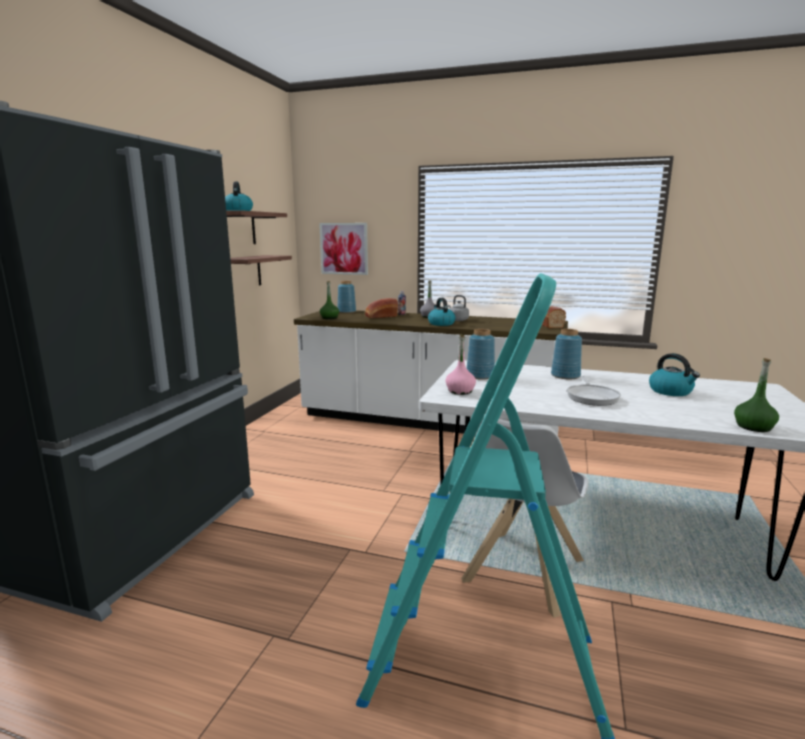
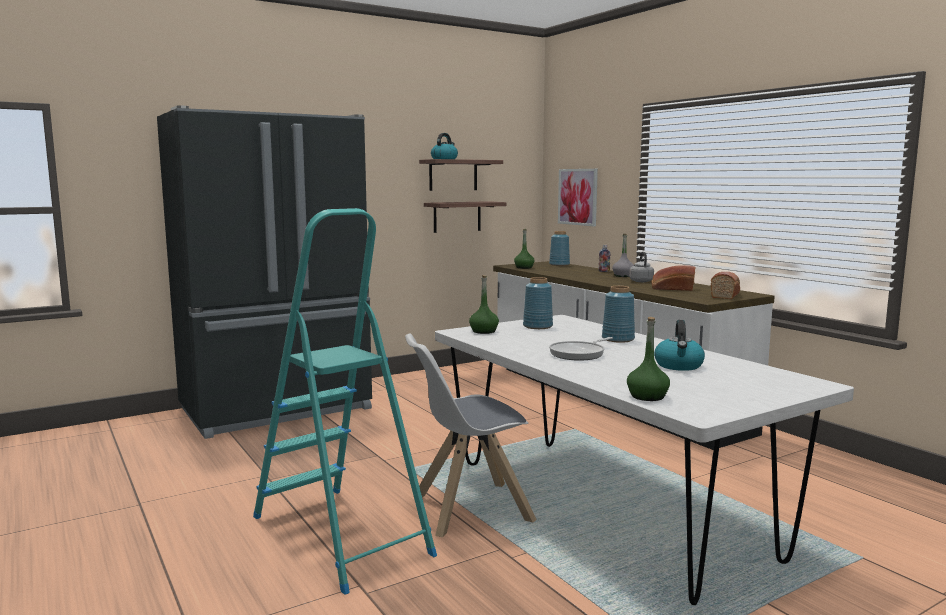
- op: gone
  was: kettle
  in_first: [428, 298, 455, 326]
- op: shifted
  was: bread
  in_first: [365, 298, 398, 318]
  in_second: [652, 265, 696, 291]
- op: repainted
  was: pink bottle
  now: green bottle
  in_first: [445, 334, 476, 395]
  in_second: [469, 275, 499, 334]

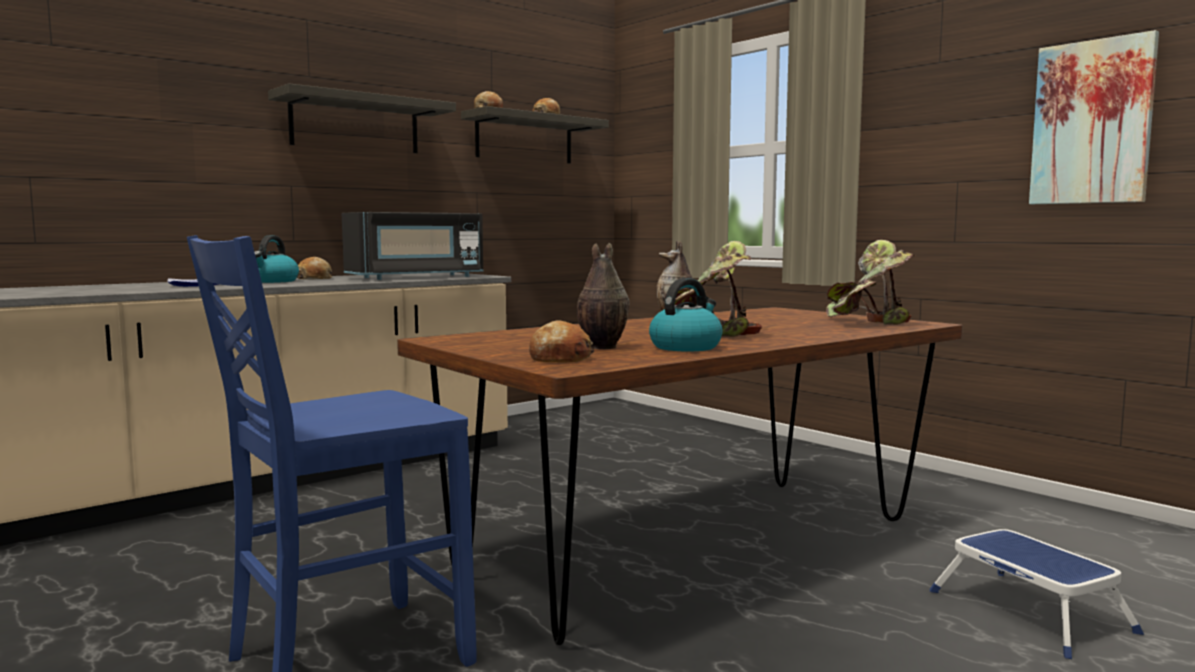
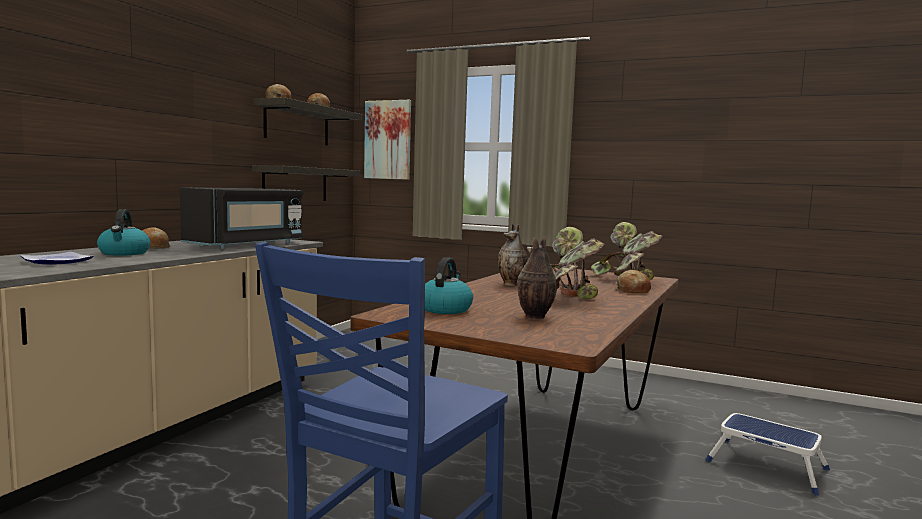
- op: shifted
  was: shelf
  in_first: [268, 83, 456, 153]
  in_second: [252, 165, 360, 201]
- op: shifted
  was: bread
  in_first: [529, 320, 594, 362]
  in_second: [615, 270, 651, 293]
- op: shifted
  was: kettle
  in_first: [649, 278, 722, 351]
  in_second: [425, 257, 473, 314]
- op: shifted
  was: picture
  in_first: [1029, 30, 1159, 204]
  in_second: [364, 100, 411, 180]

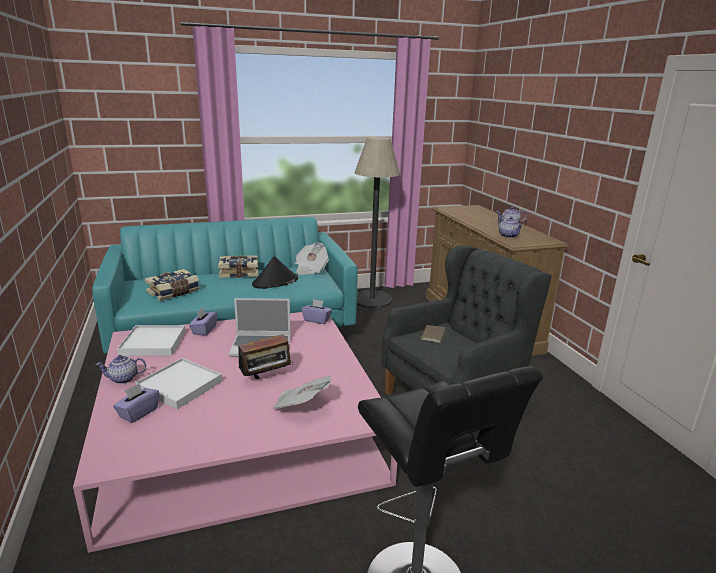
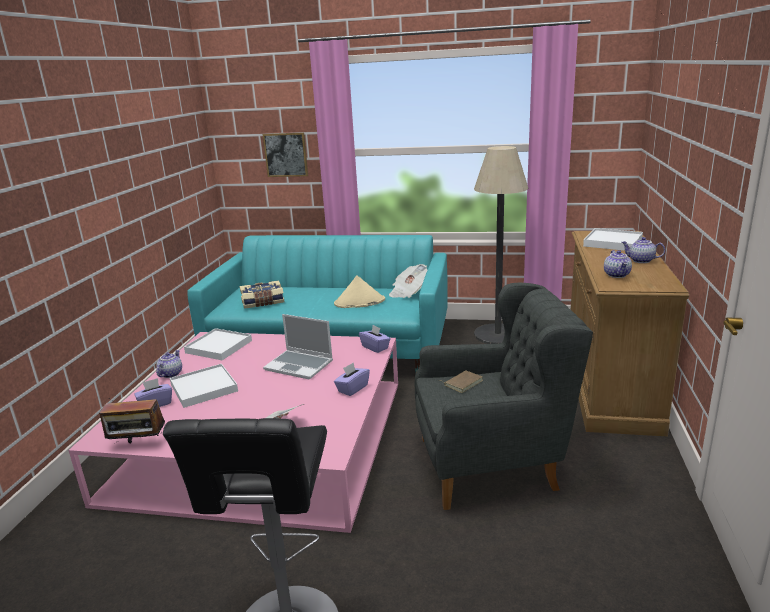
- op: gone
  was: book
  in_first: [218, 255, 258, 278]
- op: new
  now: picture
  in_second: [263, 132, 308, 177]
- op: new
  now: white tray
  in_second: [583, 228, 643, 251]
- op: shifted
  was: purple tissue box
  in_first: [189, 308, 218, 336]
  in_second: [334, 363, 370, 396]
- op: shifted
  was: radio
  in_first: [238, 334, 293, 379]
  in_second: [99, 399, 165, 443]
- op: repainted
  was: black hat
  now: beige hat
  in_first: [252, 256, 298, 289]
  in_second: [334, 275, 385, 308]
- op: rotated
  was: teapot
  in_first: [96, 355, 146, 384]
  in_second: [156, 350, 182, 378]
  clockwise: 90

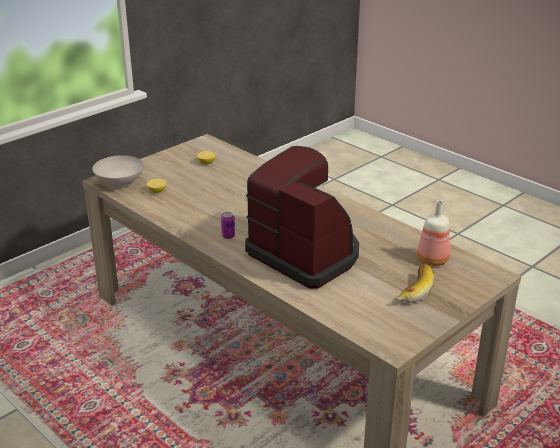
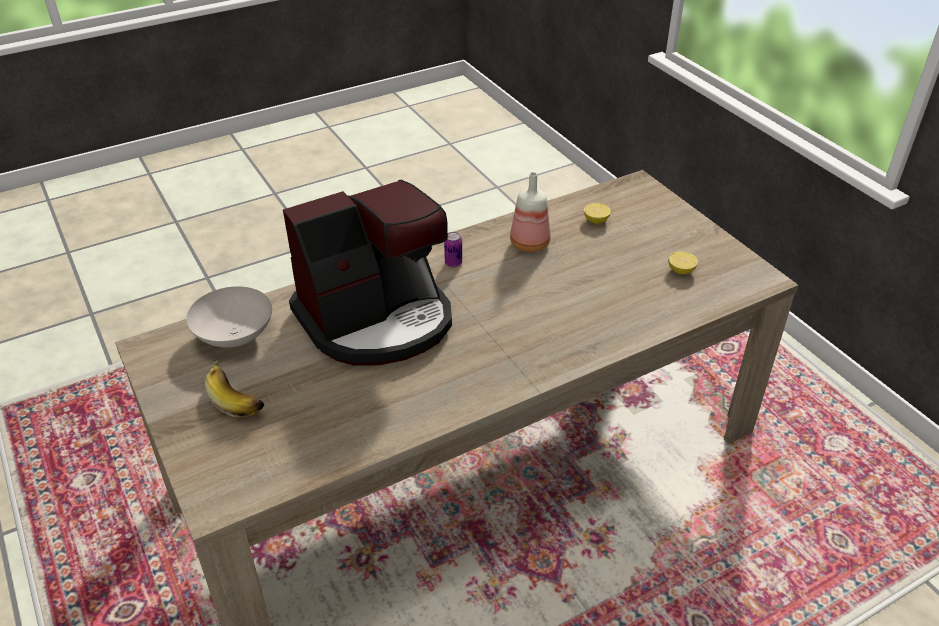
- op: shifted
  was: white bowl
  in_first: [92, 155, 144, 187]
  in_second: [186, 286, 272, 348]
- op: shifted
  was: bottle
  in_first: [417, 200, 450, 266]
  in_second: [510, 172, 550, 252]

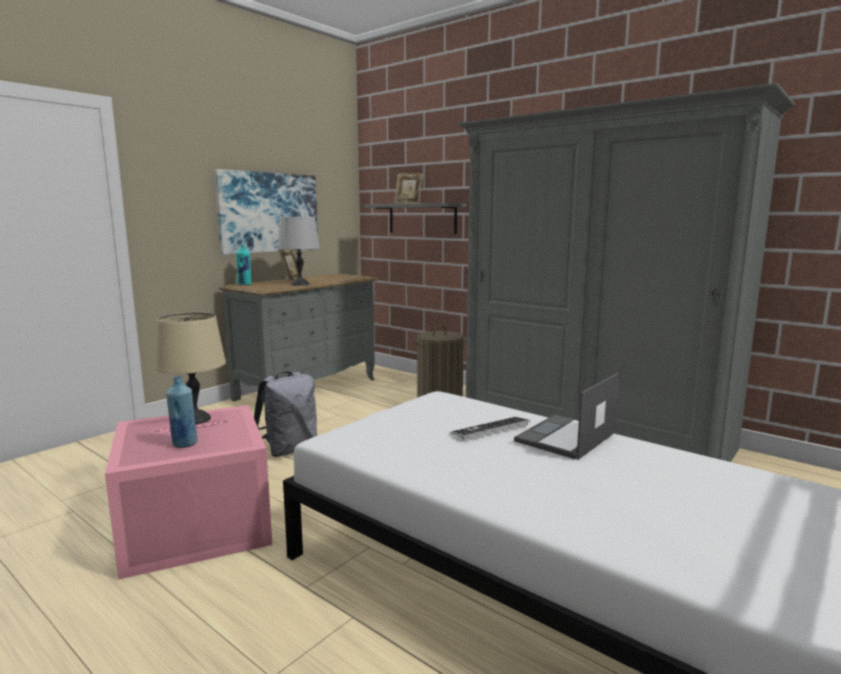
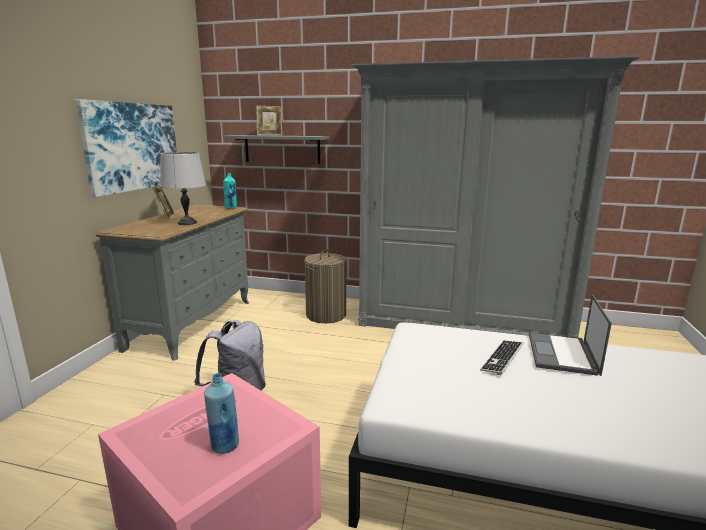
- op: gone
  was: beige table lamp
  in_first: [155, 312, 226, 425]
- op: shifted
  was: turquoise bottle
  in_first: [236, 244, 251, 285]
  in_second: [223, 173, 237, 209]

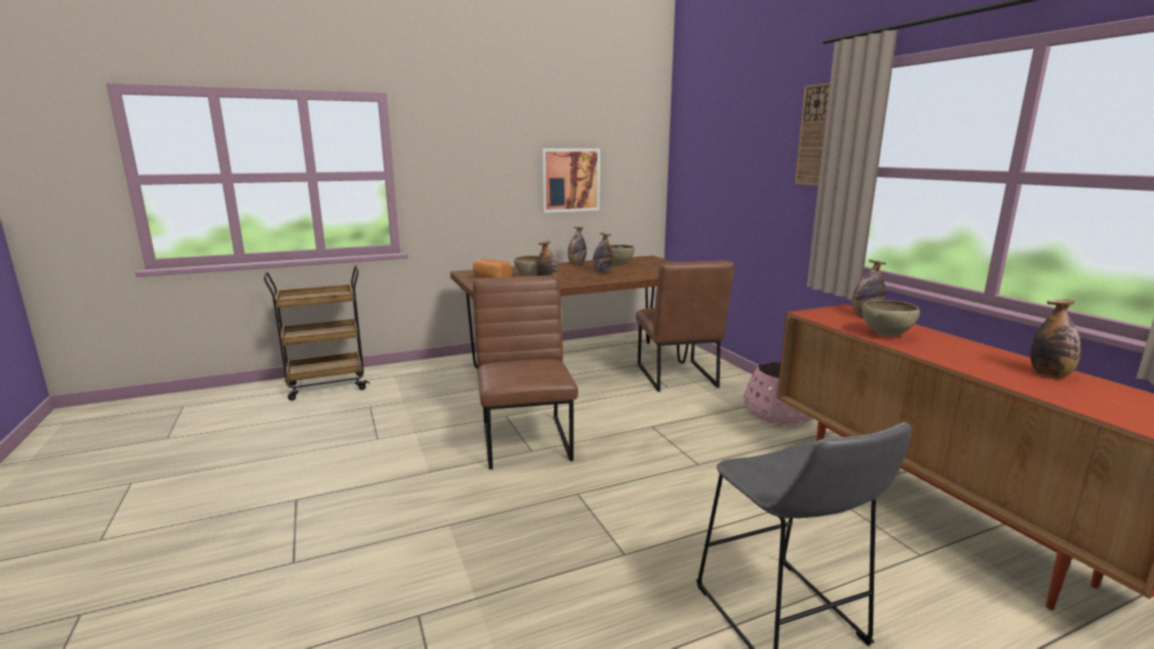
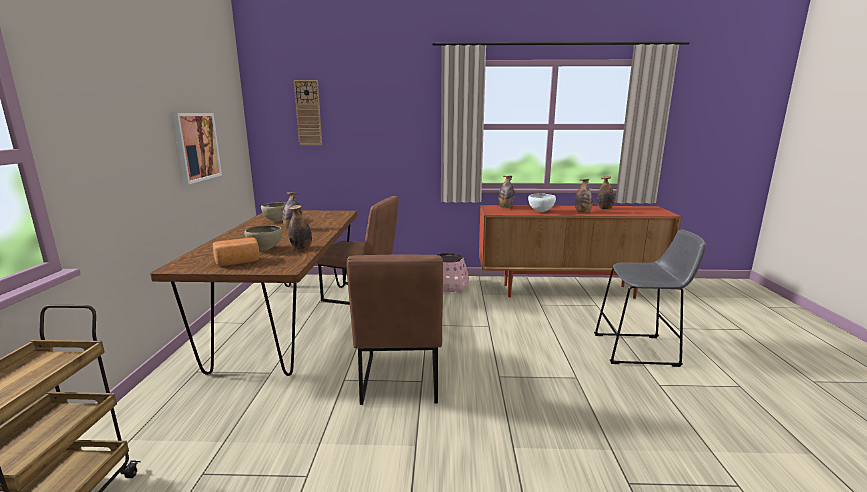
- op: shifted
  was: bottle
  in_first: [568, 227, 587, 264]
  in_second: [575, 179, 593, 213]
- op: shifted
  was: wall clock
  in_first: [795, 83, 830, 186]
  in_second: [294, 80, 322, 145]
- op: repainted
  was: brown bowl
  now: white bowl
  in_first: [862, 300, 920, 336]
  in_second: [528, 193, 556, 212]
- op: rotated
  was: brown chair
  in_first: [473, 275, 578, 469]
  in_second: [346, 255, 443, 405]
  clockwise: -105

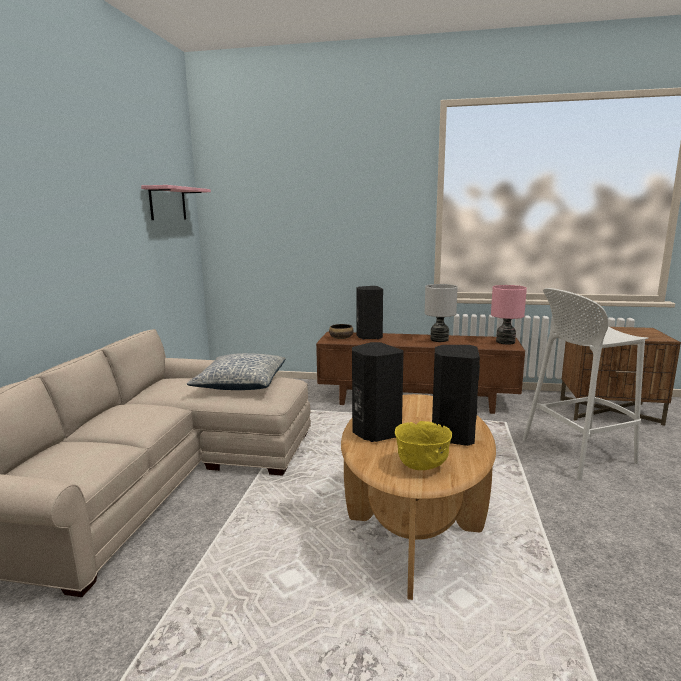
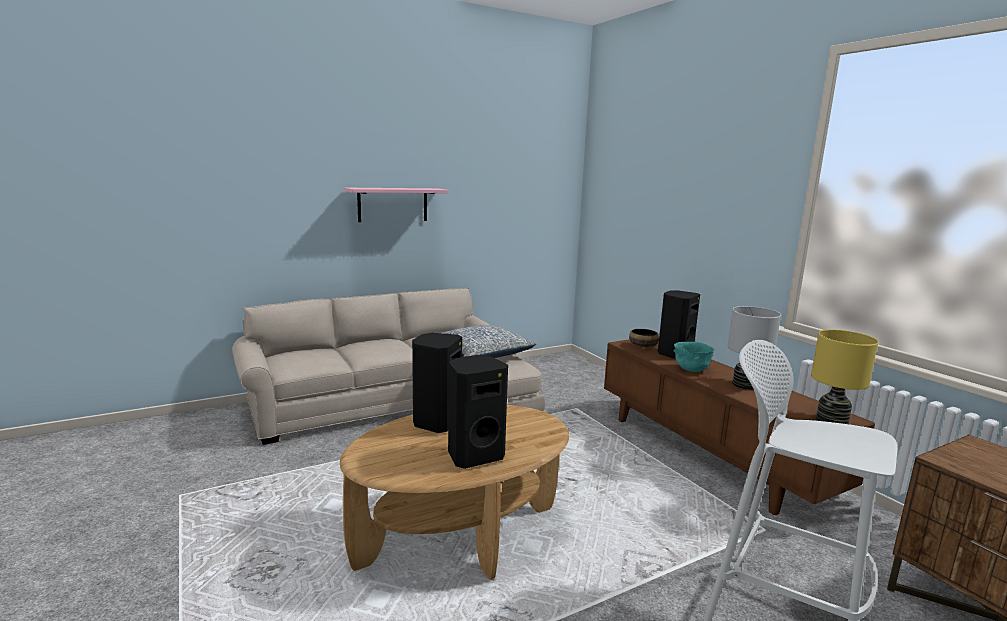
- op: gone
  was: yellow bowl
  in_first: [395, 421, 452, 470]
- op: new
  now: turquoise bowl
  in_second: [674, 342, 714, 372]
- op: shifted
  was: pink shelf
  in_first: [141, 185, 211, 220]
  in_second: [344, 188, 449, 222]
- op: repainted
  was: pink table lamp
  now: yellow table lamp
  in_first: [491, 285, 527, 344]
  in_second: [811, 329, 879, 424]

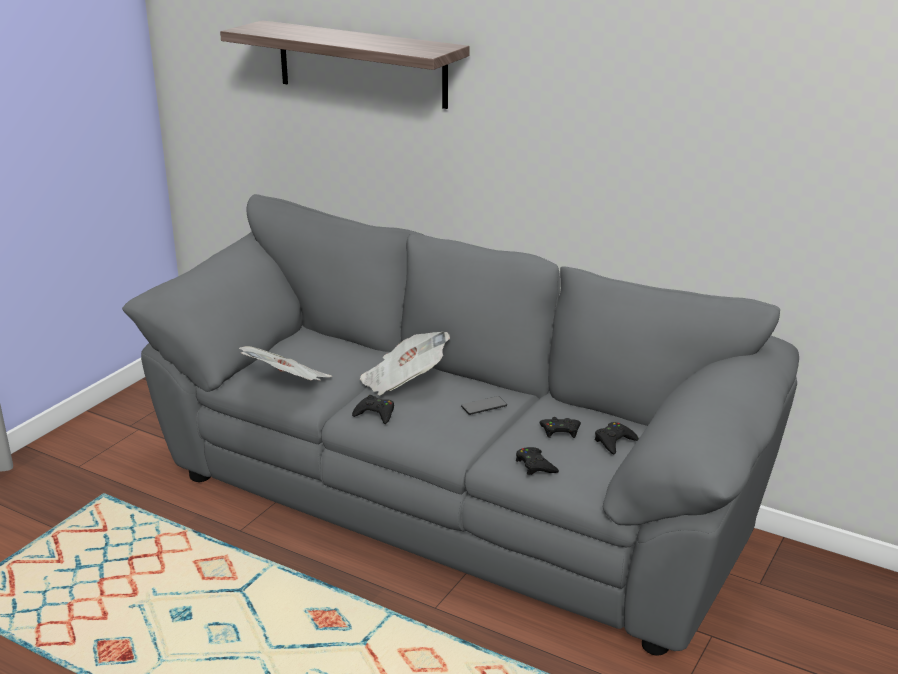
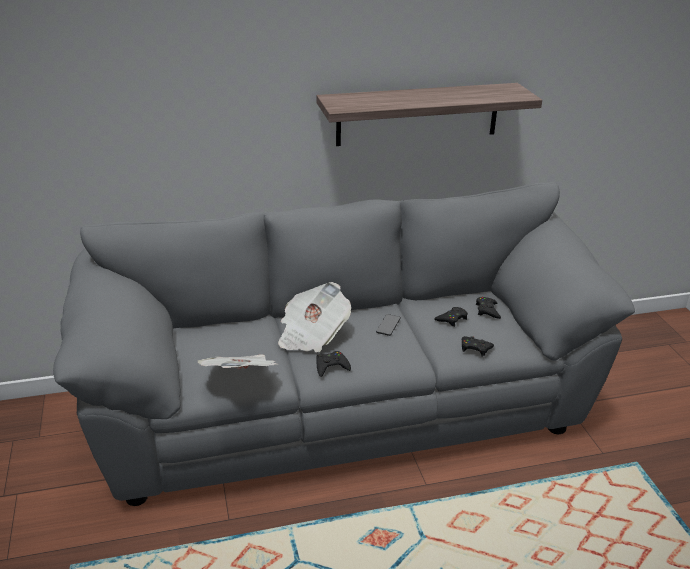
- op: shifted
  was: shelf
  in_first: [220, 20, 469, 109]
  in_second: [316, 83, 542, 146]

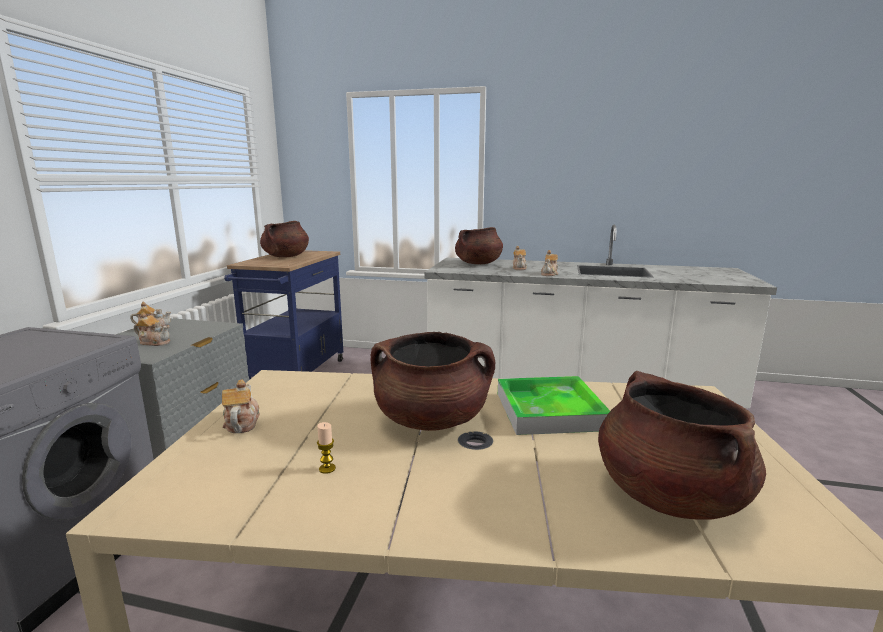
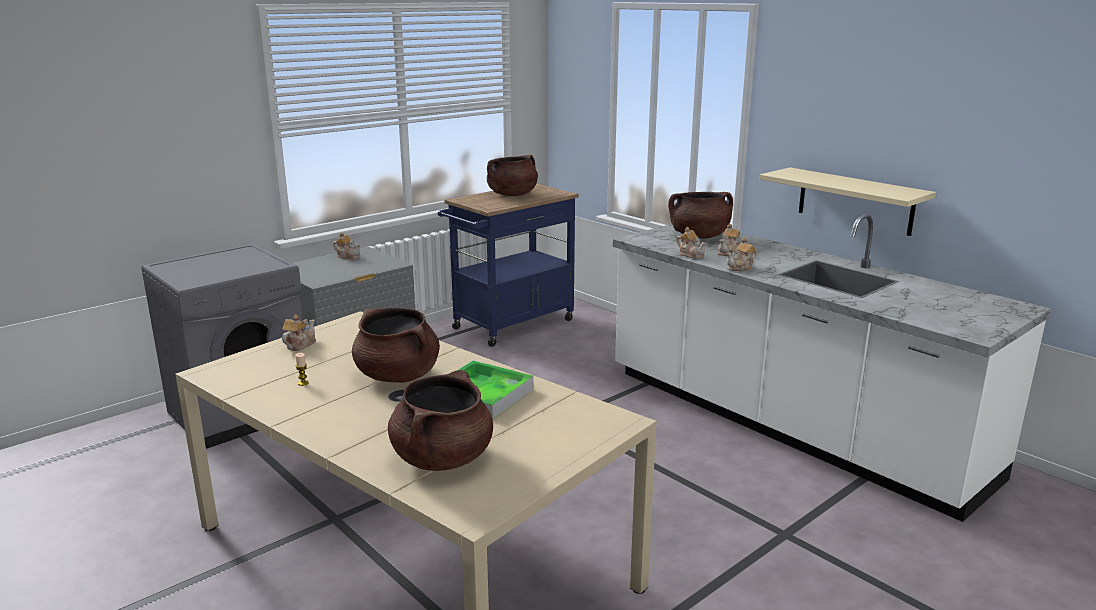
- op: new
  now: beige shelf
  in_second: [759, 167, 936, 236]
- op: shifted
  was: teapot
  in_first: [134, 312, 170, 346]
  in_second: [676, 227, 706, 259]

